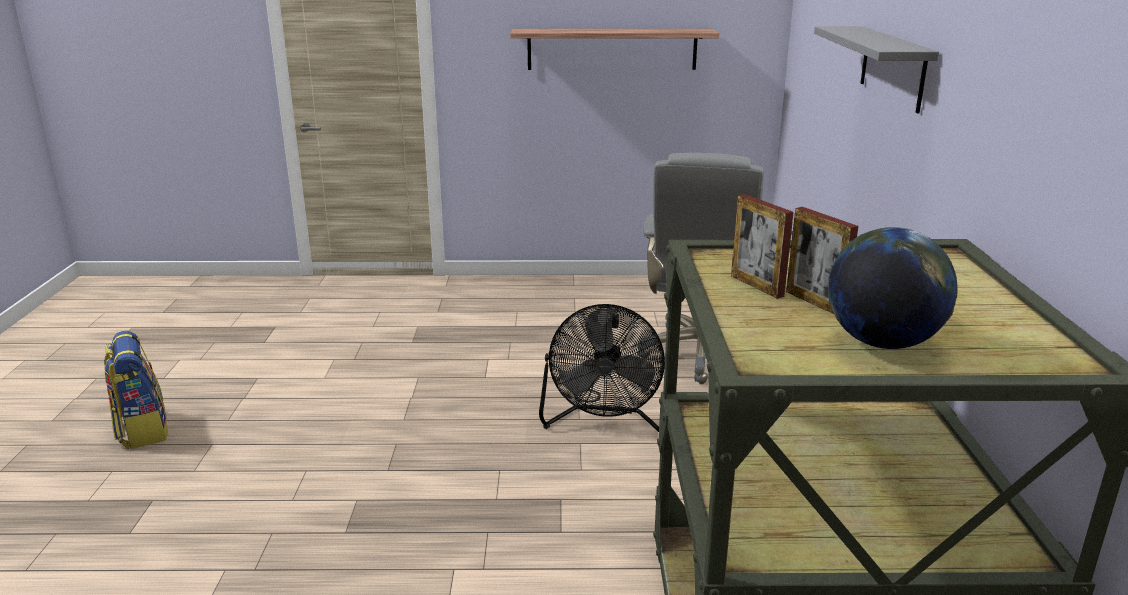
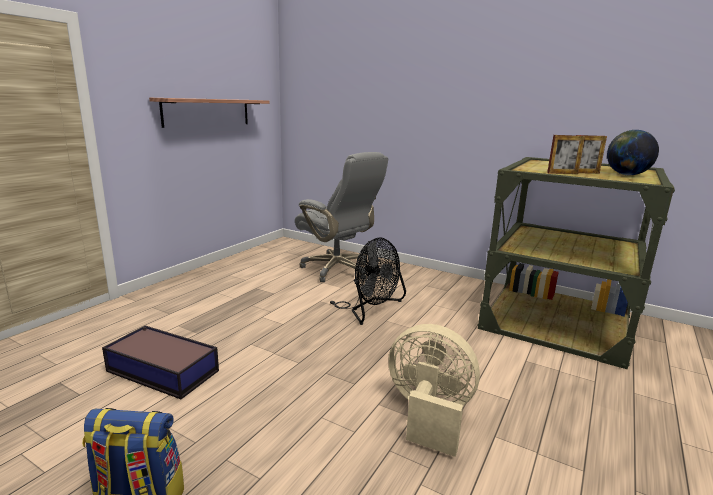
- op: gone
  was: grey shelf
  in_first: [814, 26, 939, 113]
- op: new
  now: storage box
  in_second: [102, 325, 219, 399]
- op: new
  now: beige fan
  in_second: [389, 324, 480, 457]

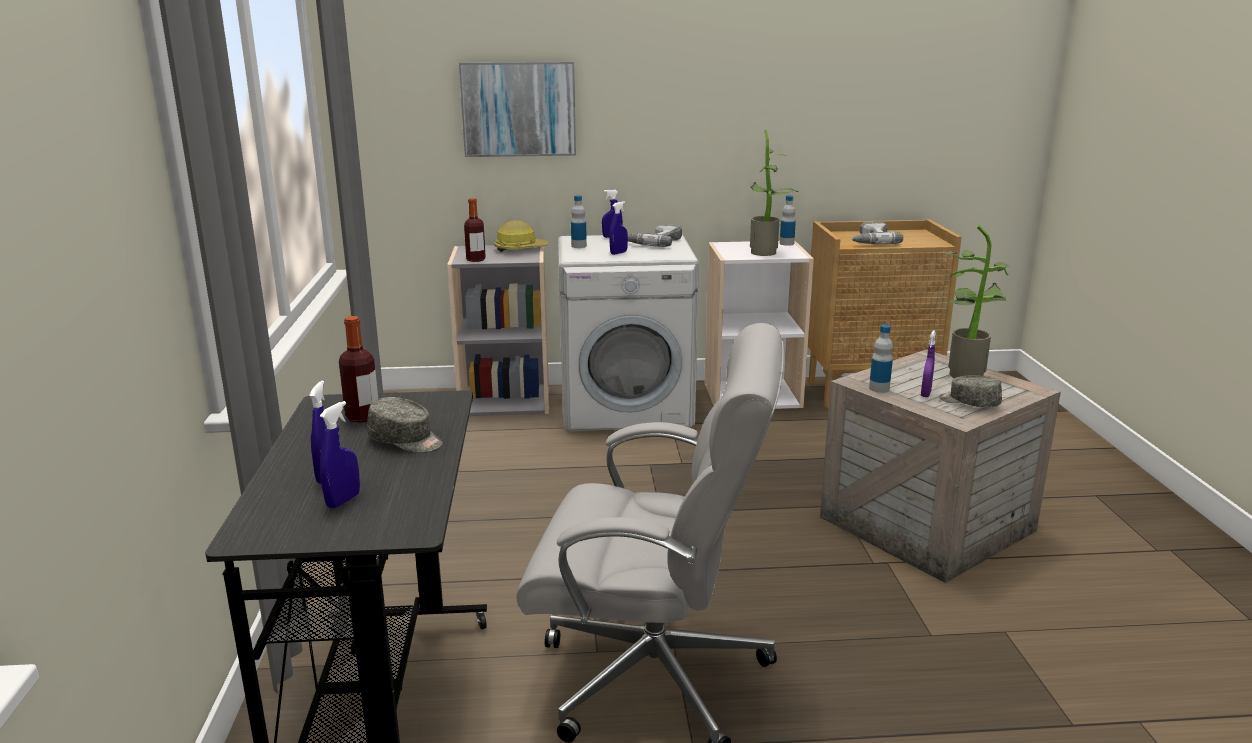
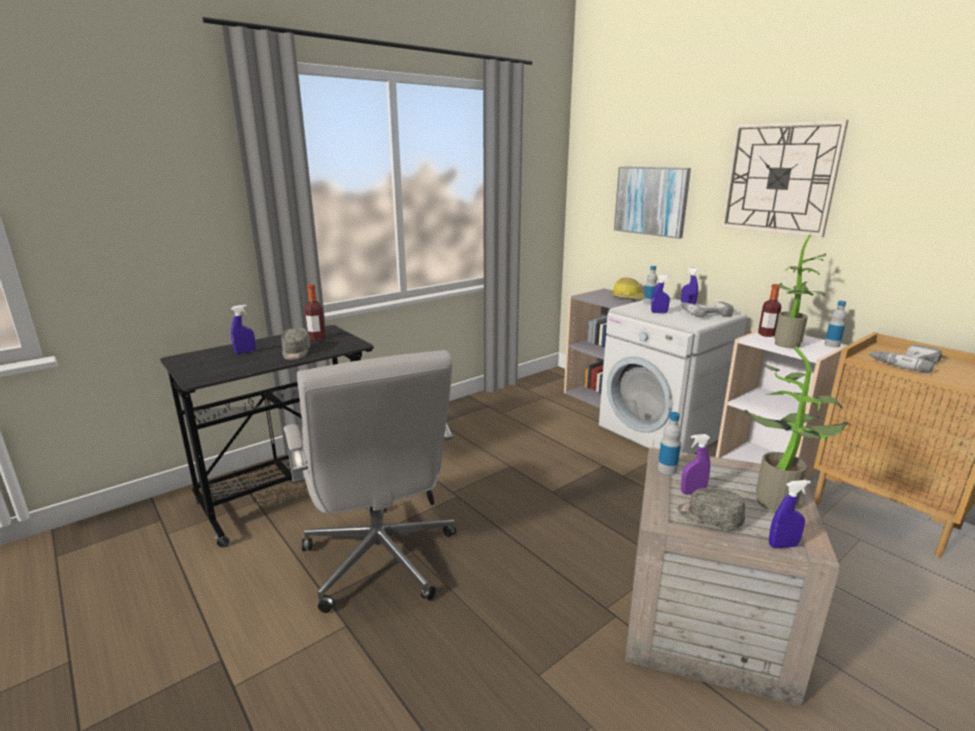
- op: new
  now: wall clock
  in_second: [721, 120, 849, 237]
- op: shifted
  was: blue spray bottle
  in_first: [320, 401, 360, 509]
  in_second: [769, 480, 811, 548]
- op: shifted
  was: bottle
  in_first: [464, 198, 486, 262]
  in_second: [758, 284, 781, 337]
- op: rotated
  was: grey cap
  in_first: [939, 375, 1002, 408]
  in_second: [678, 488, 745, 529]
  clockwise: -60

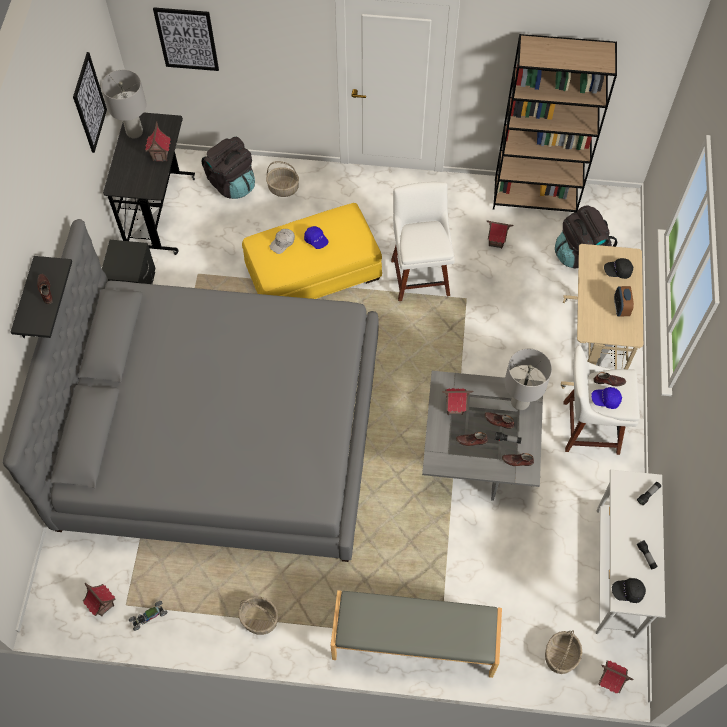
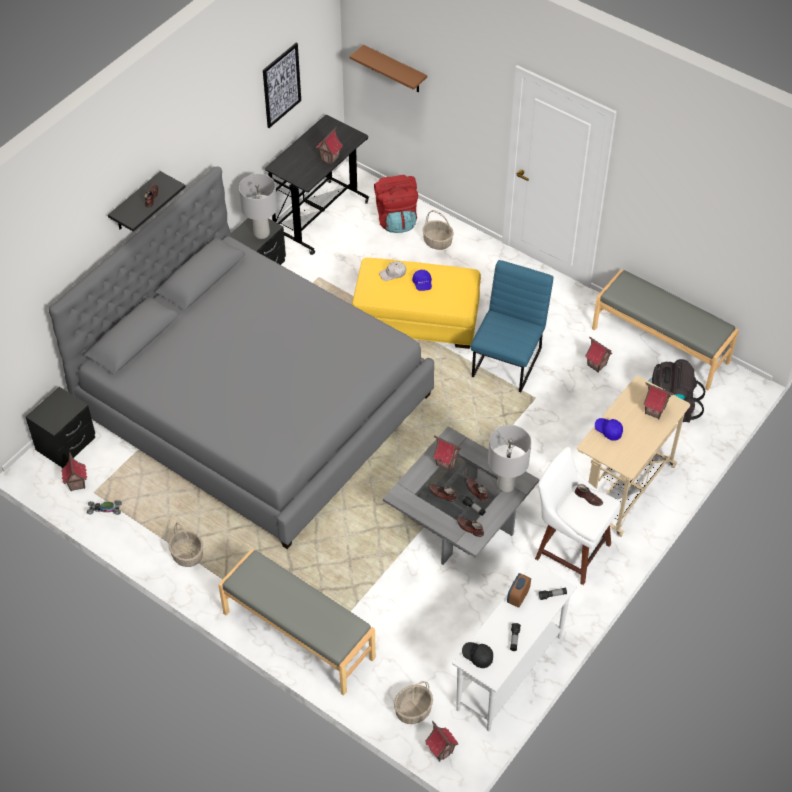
- op: new
  now: black nightstand
  in_second: [26, 387, 95, 468]
- op: shifted
  was: grey table lamp
  in_first: [101, 70, 147, 139]
  in_second: [239, 174, 277, 239]
- op: shifted
  was: blue cap
  in_first: [591, 387, 622, 409]
  in_second: [595, 418, 623, 441]
- op: shifted
  was: alarm clock
  in_first: [614, 286, 634, 317]
  in_second: [507, 573, 531, 608]
- op: swapped
  was: picture
  now: brown shelf
  in_first: [153, 7, 219, 71]
  in_second: [350, 45, 427, 92]
- op: swapped
  was: white stool
  now: blue chair
  in_first: [391, 182, 455, 301]
  in_second: [471, 260, 553, 392]
- op: swapped
  was: beige bookcase
  now: grey bench
  in_first: [493, 34, 617, 213]
  in_second: [592, 270, 739, 390]
- op: swapped
  was: black cap
  now: toy house
  in_first: [604, 258, 633, 279]
  in_second: [644, 383, 674, 419]
- op: repainted
  was: black backpack
  now: red backpack
  in_first: [202, 137, 255, 199]
  in_second: [374, 175, 418, 233]

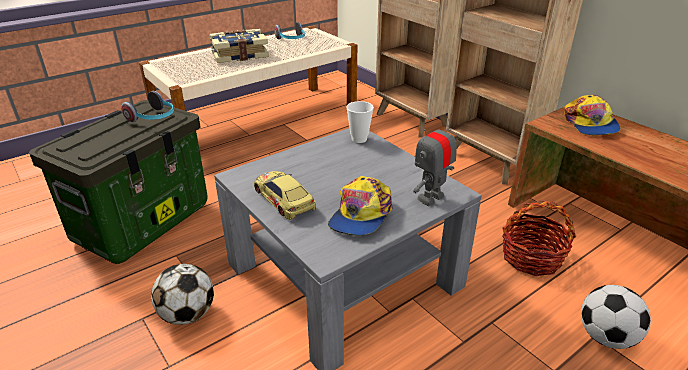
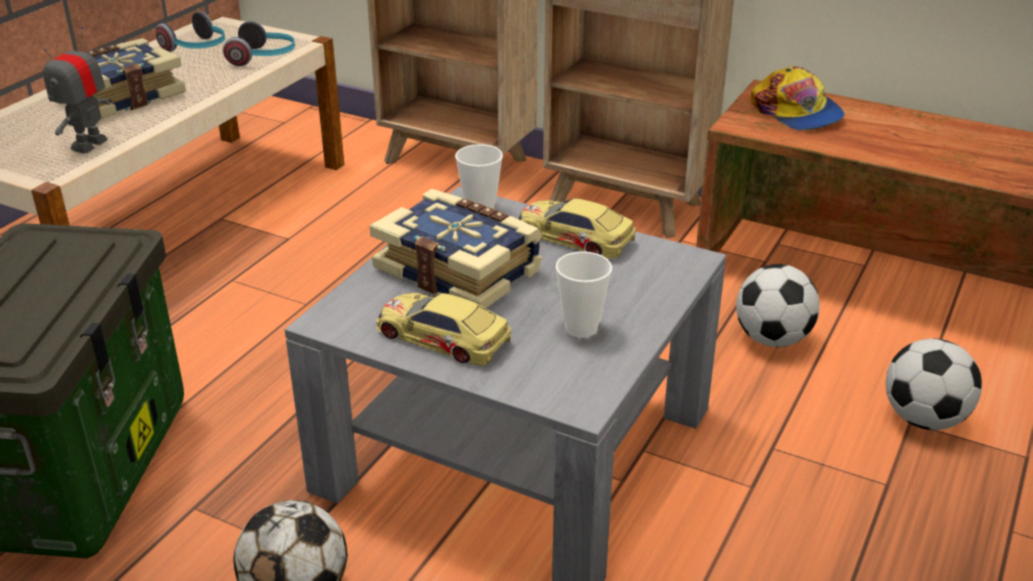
- op: new
  now: book
  in_second: [370, 189, 543, 308]
- op: new
  now: toy car
  in_second: [518, 198, 636, 258]
- op: shifted
  was: headphones
  in_first: [121, 91, 174, 122]
  in_second: [223, 21, 295, 66]
- op: shifted
  was: toy robot
  in_first: [414, 113, 457, 206]
  in_second: [43, 26, 112, 154]
- op: swapped
  was: cap
  now: cup
  in_first: [328, 176, 393, 235]
  in_second: [556, 252, 612, 338]
- op: swapped
  was: basket
  now: football
  in_first: [502, 200, 576, 276]
  in_second: [736, 264, 820, 347]

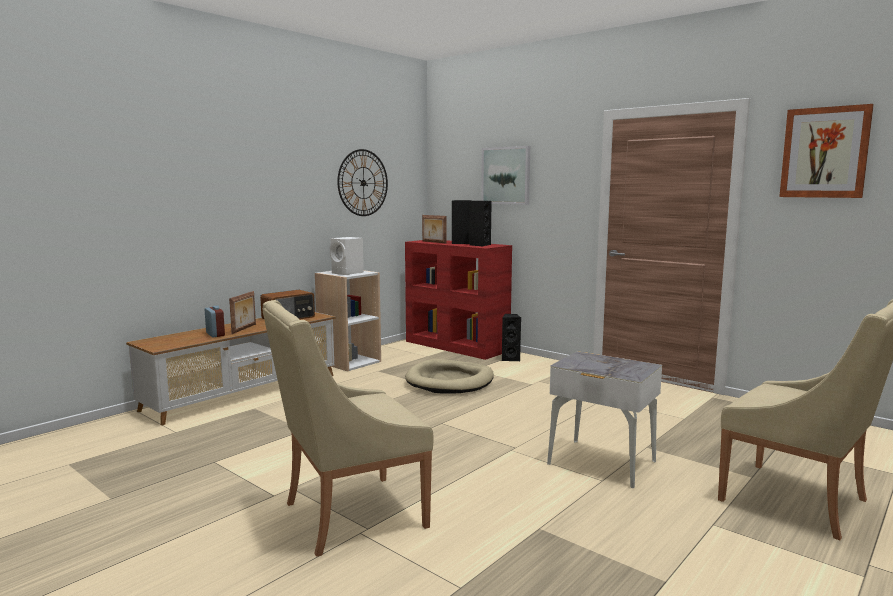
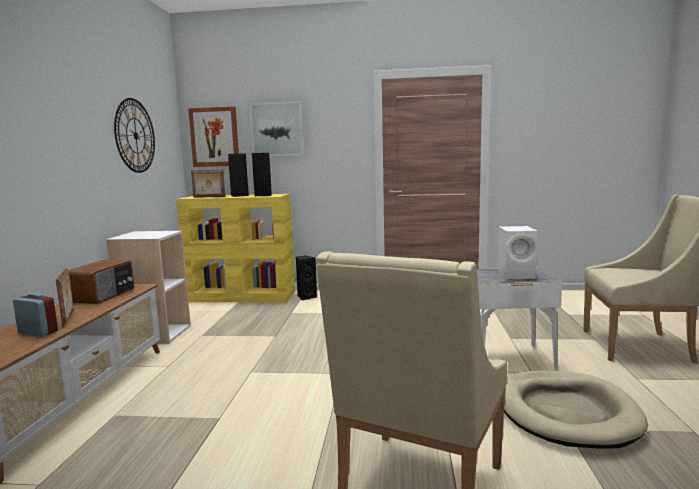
- op: shifted
  was: white speaker
  in_first: [330, 237, 364, 275]
  in_second: [498, 226, 538, 279]
- op: shifted
  was: beige dog bed
  in_first: [405, 359, 494, 394]
  in_second: [504, 370, 648, 449]
- op: shifted
  was: picture
  in_first: [779, 104, 874, 198]
  in_second: [188, 107, 239, 167]
- op: repainted
  was: red bookcase
  now: yellow bookcase
  in_first: [405, 240, 512, 360]
  in_second: [176, 194, 295, 302]

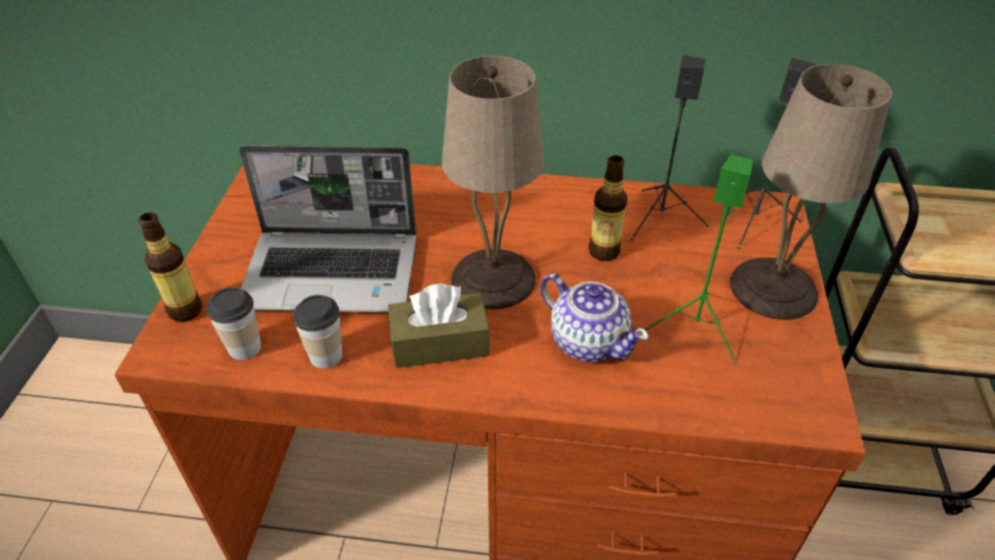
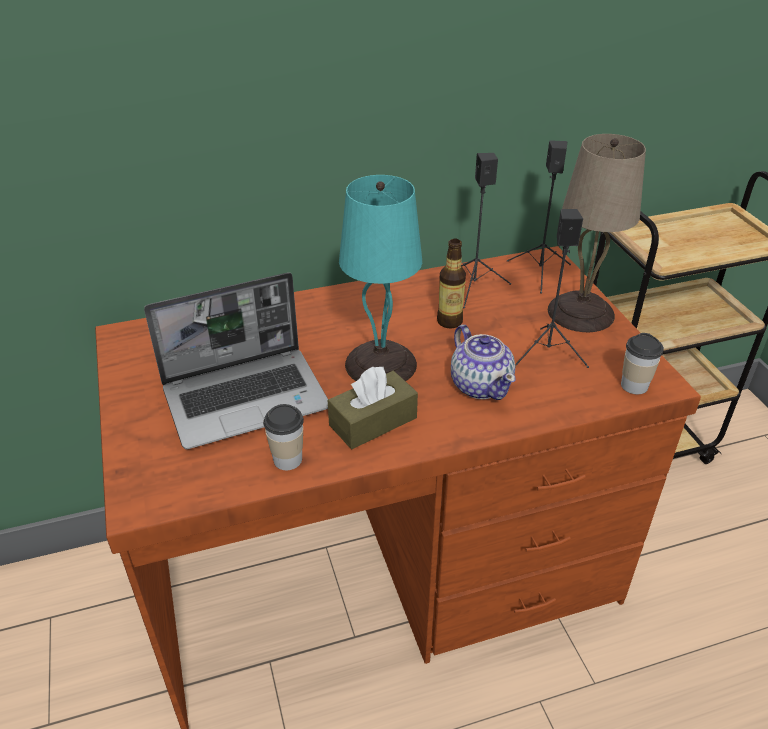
- op: gone
  was: bottle
  in_first: [138, 212, 203, 322]
- op: shifted
  was: cup
  in_first: [207, 287, 261, 360]
  in_second: [621, 333, 664, 394]
- op: repainted
  was: beige table lamp
  now: turquoise table lamp
  in_first: [442, 56, 544, 309]
  in_second: [339, 175, 422, 381]
- op: repainted
  was: green speaker
  now: black speaker
  in_first: [645, 154, 753, 364]
  in_second: [515, 209, 589, 368]
- op: rotated
  was: teapot
  in_first: [540, 273, 649, 362]
  in_second: [451, 325, 516, 400]
  clockwise: 45

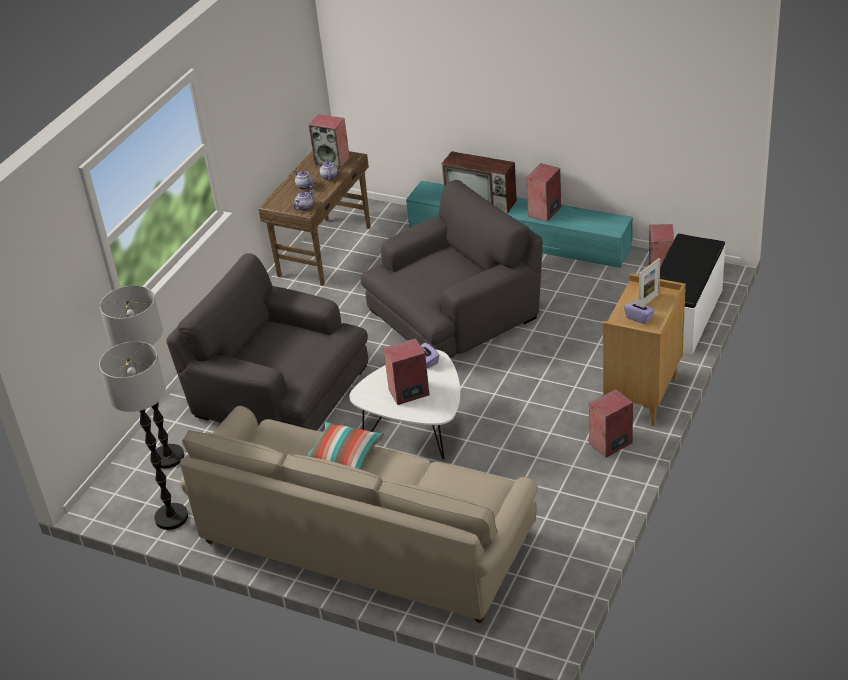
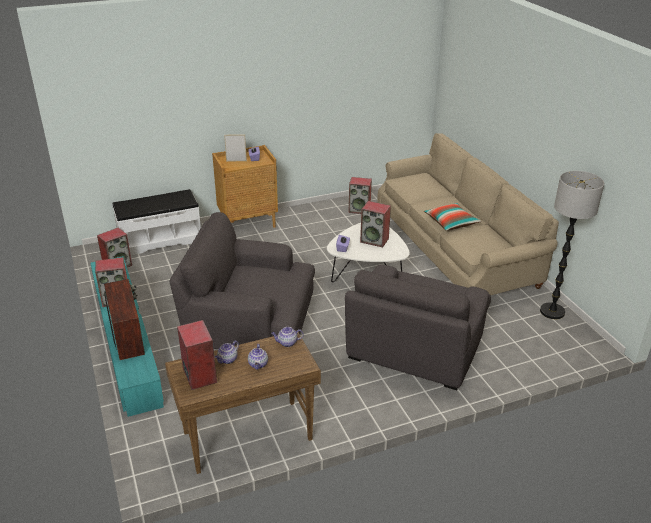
- op: gone
  was: floor lamp
  in_first: [100, 285, 184, 469]
- op: shifted
  was: speaker
  in_first: [589, 389, 633, 458]
  in_second: [348, 177, 372, 214]
- op: rotated
  was: grey armchair
  in_first: [166, 254, 368, 431]
  in_second: [345, 265, 491, 390]
  clockwise: 45

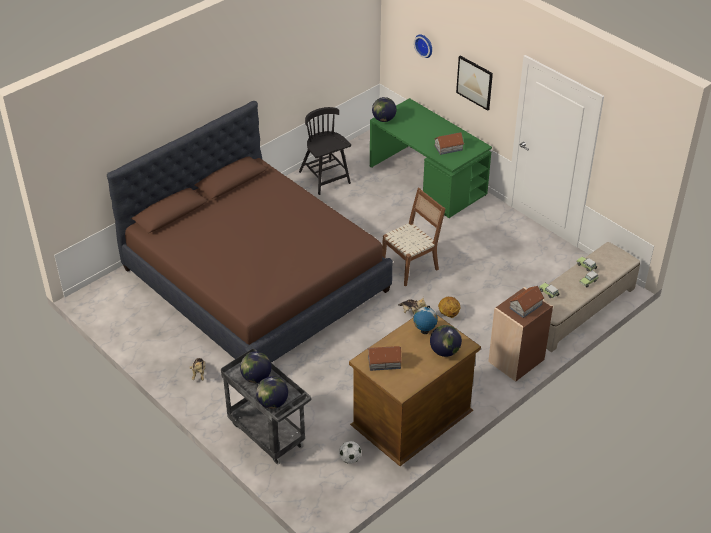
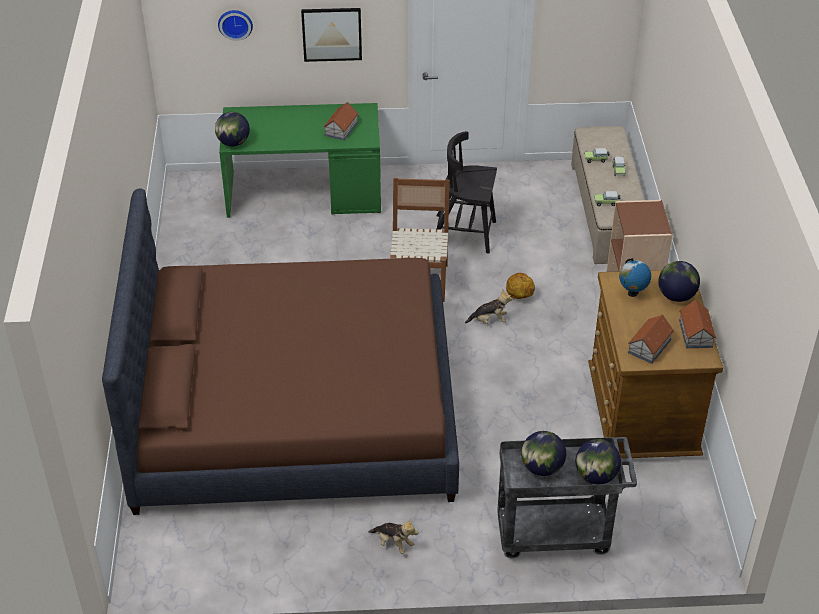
- op: gone
  was: football
  in_first: [339, 441, 361, 464]
- op: shifted
  was: black chair
  in_first: [299, 107, 351, 195]
  in_second: [436, 131, 497, 254]
- op: shifted
  was: toy house
  in_first: [509, 286, 545, 318]
  in_second: [679, 300, 716, 348]

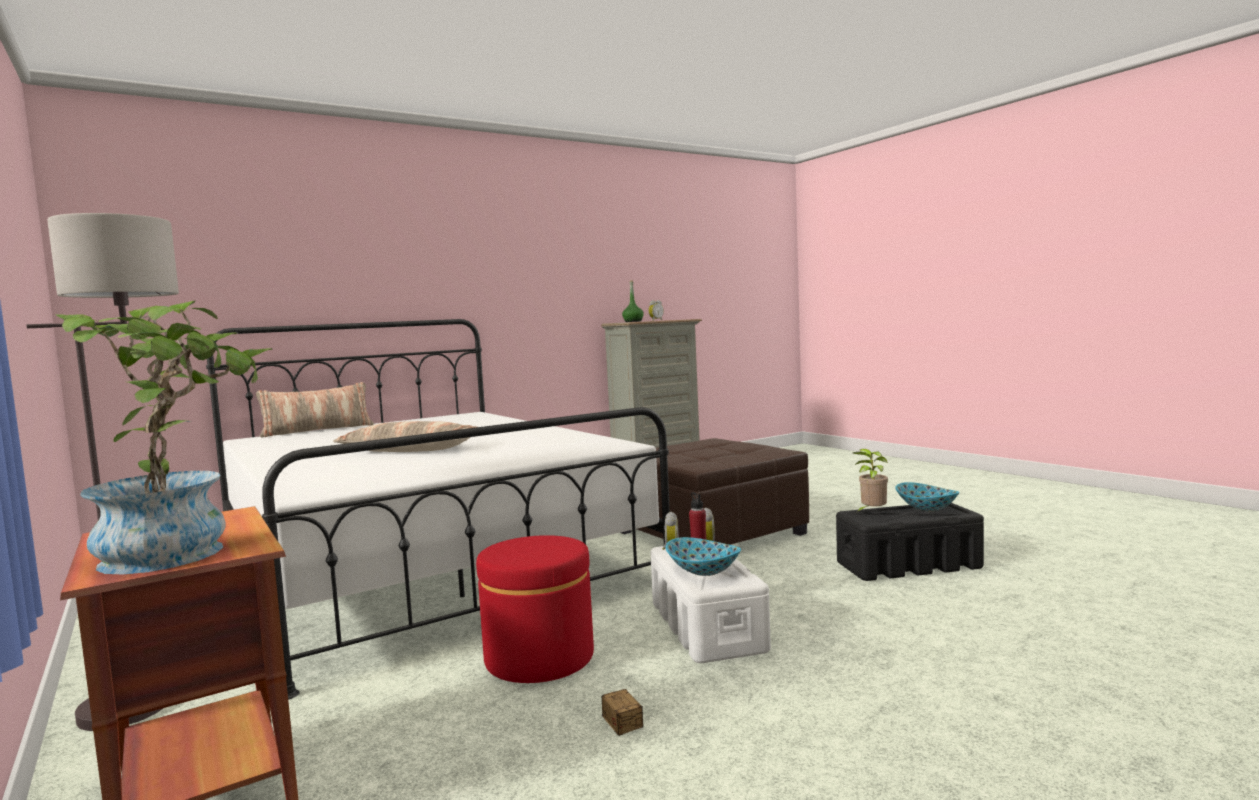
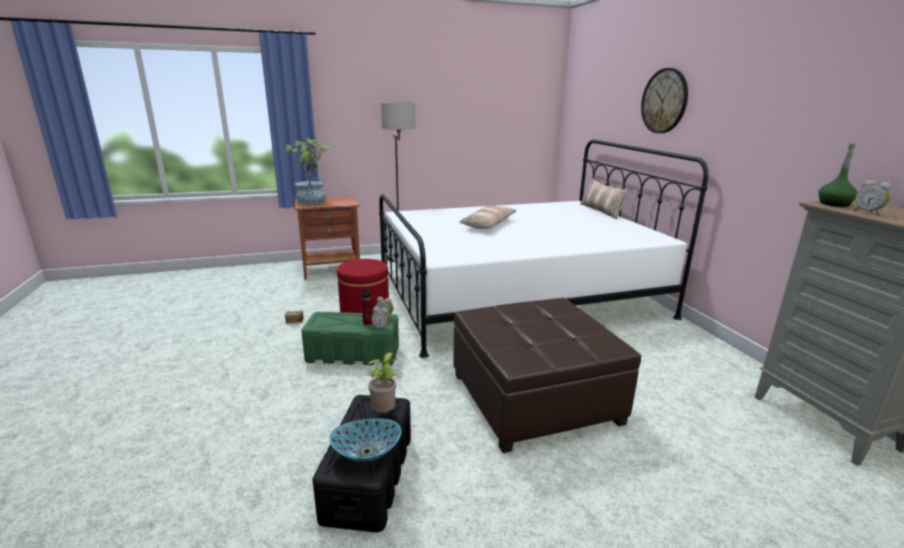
- op: gone
  was: bowl
  in_first: [666, 537, 741, 576]
- op: new
  now: wall clock
  in_second: [641, 68, 688, 133]
- op: repainted
  was: white storage box
  now: green storage box
  in_first: [650, 546, 771, 663]
  in_second: [301, 312, 399, 366]

